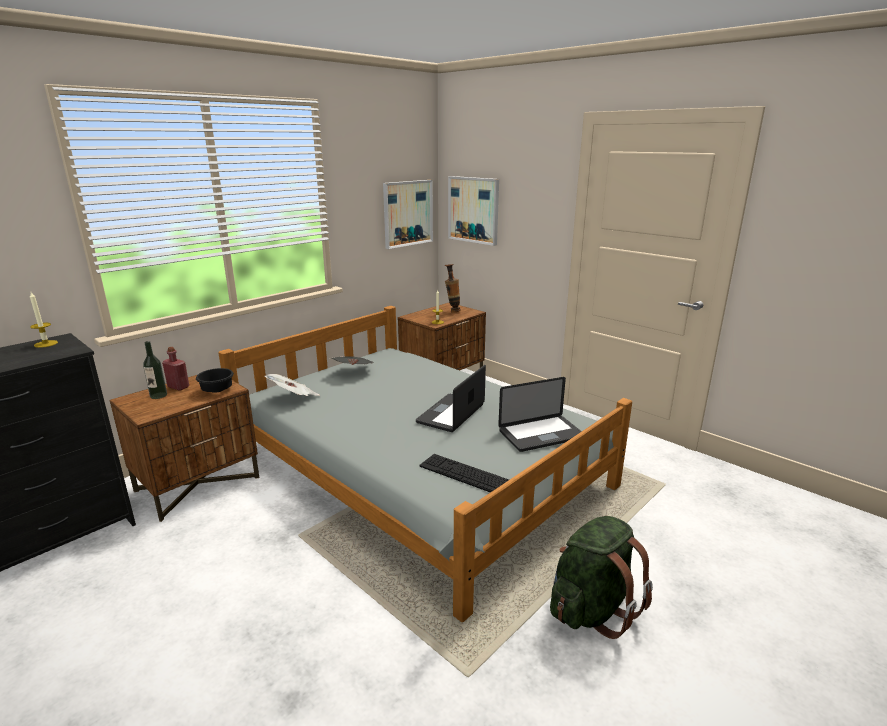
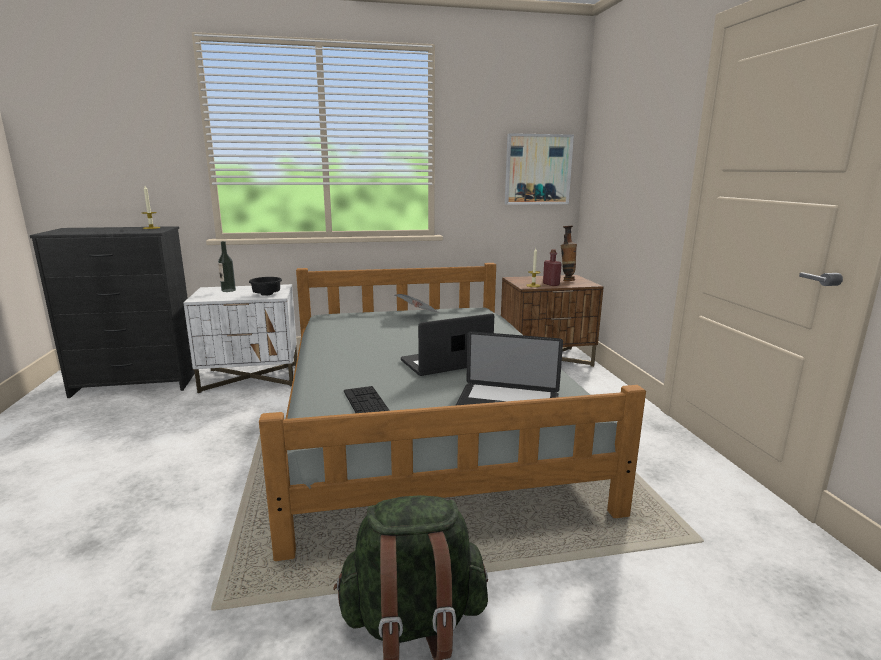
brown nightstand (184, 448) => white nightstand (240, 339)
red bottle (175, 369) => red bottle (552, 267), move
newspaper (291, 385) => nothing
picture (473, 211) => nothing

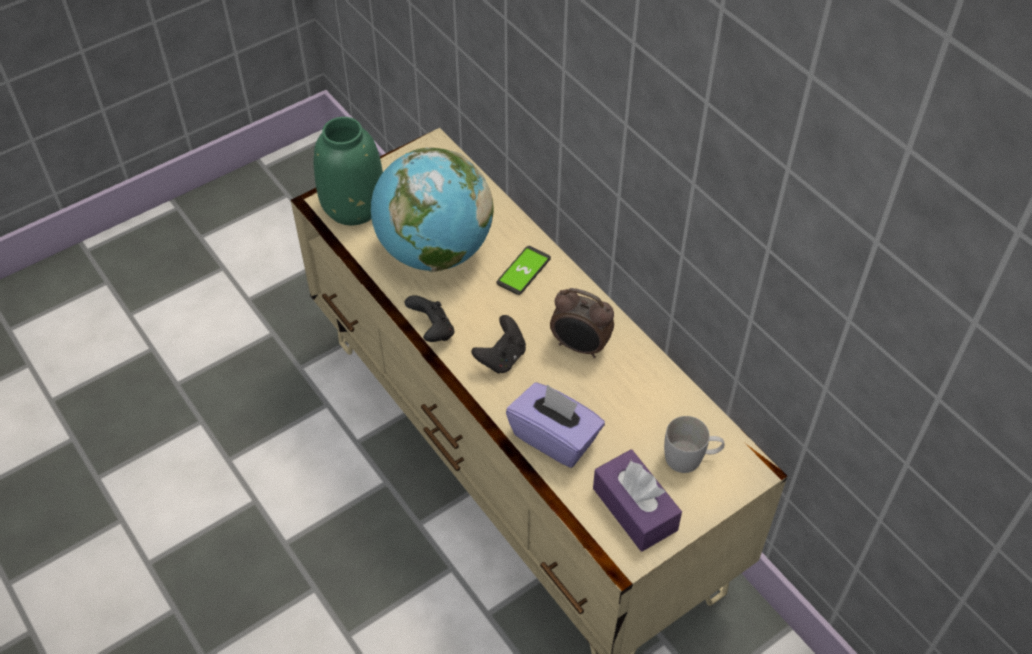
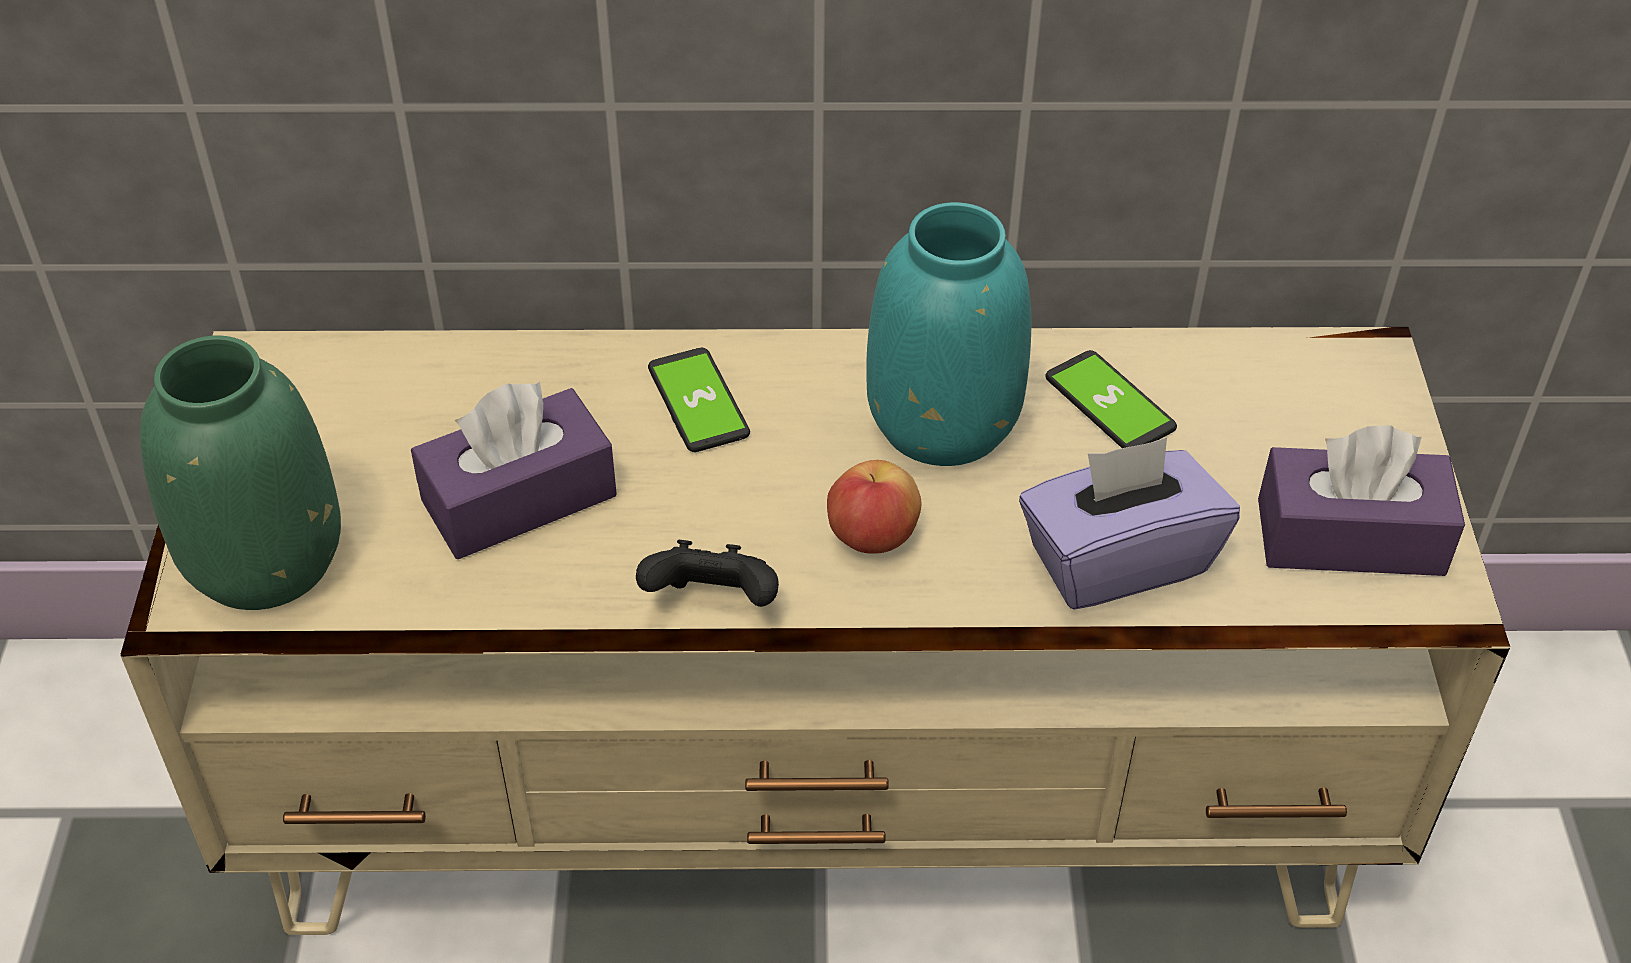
globe (432, 209) => purple tissue box (514, 470)
black game controller (499, 344) => apple (874, 507)
alarm clock (582, 323) => turquoise vase (949, 334)
white mug (694, 444) => nothing
nothing => phone (1111, 399)

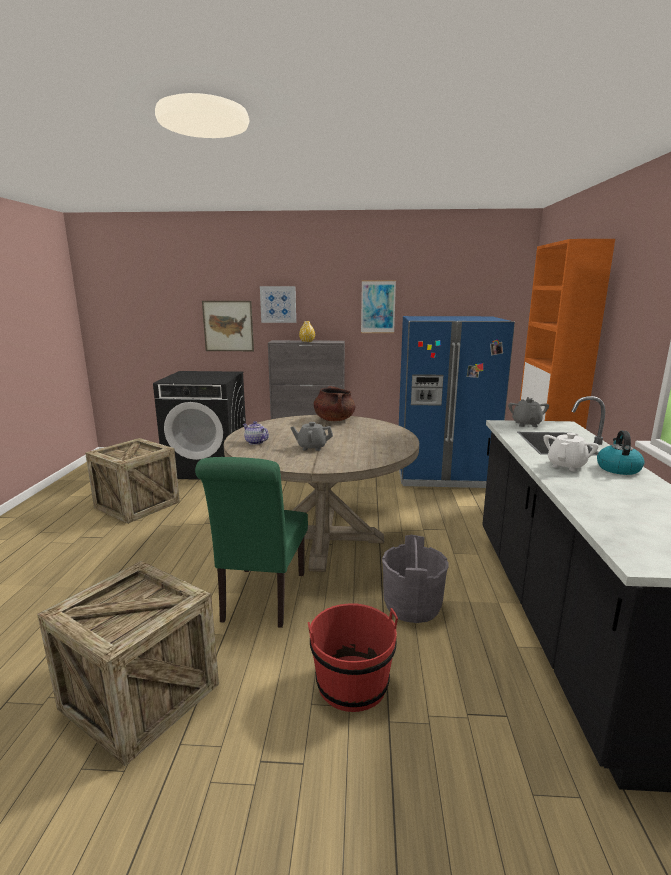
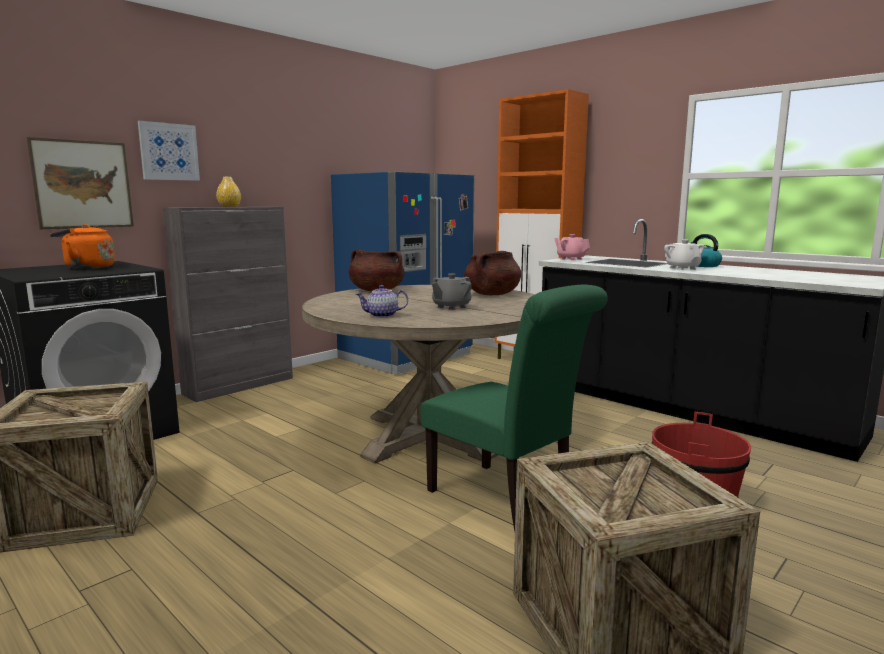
picture (378, 306) => nothing
grey bucket (415, 579) => nothing
grey teapot (528, 413) => pink teapot (572, 247)
nothing => orange kettle (82, 246)
nothing => brown cooking pot (492, 273)

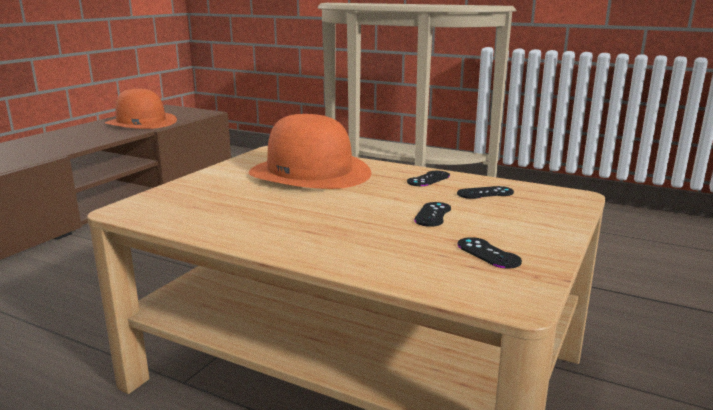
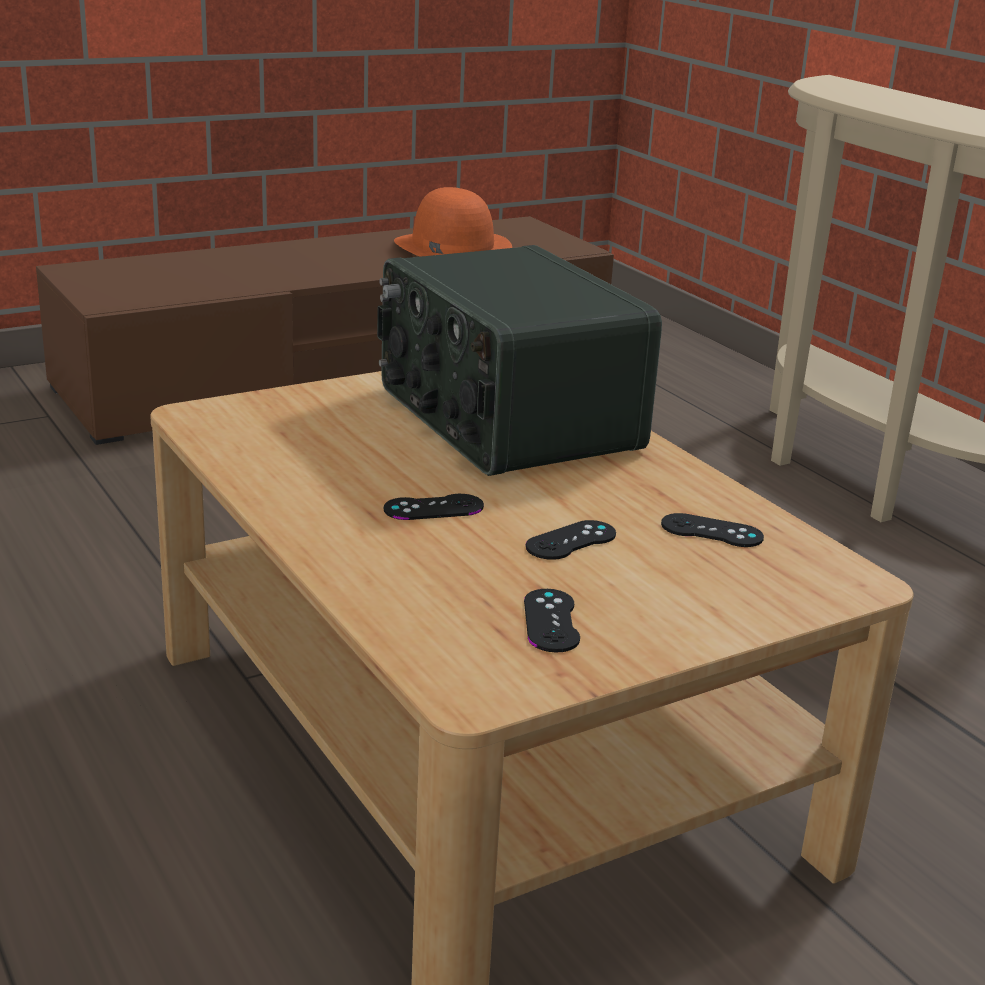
orange hat (310, 151) => radio (519, 360)
black game controller (428, 178) => black game controller (434, 507), move

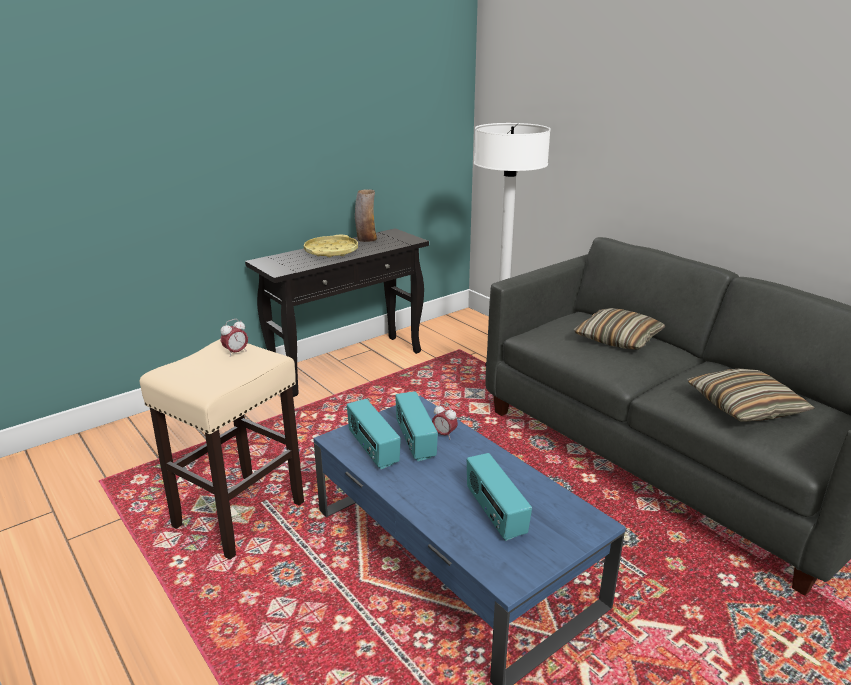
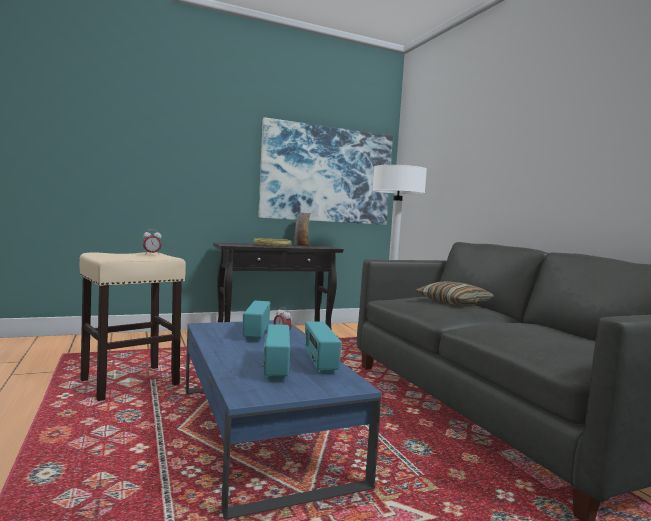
radio (374, 434) => radio (323, 347), move
pillow (751, 395) => nothing
nothing => picture (325, 171)

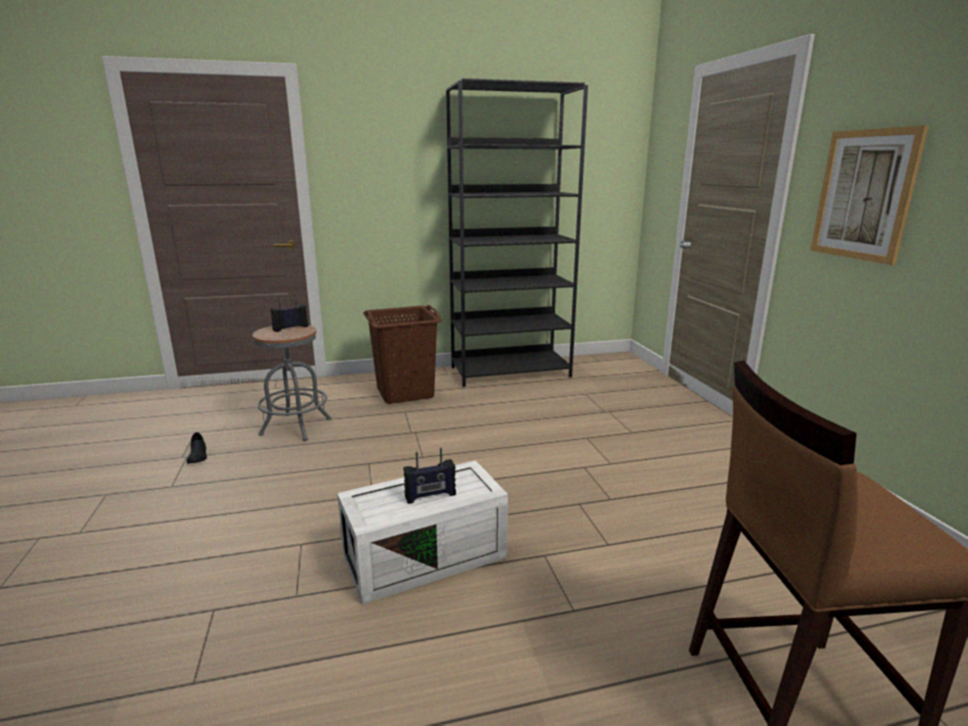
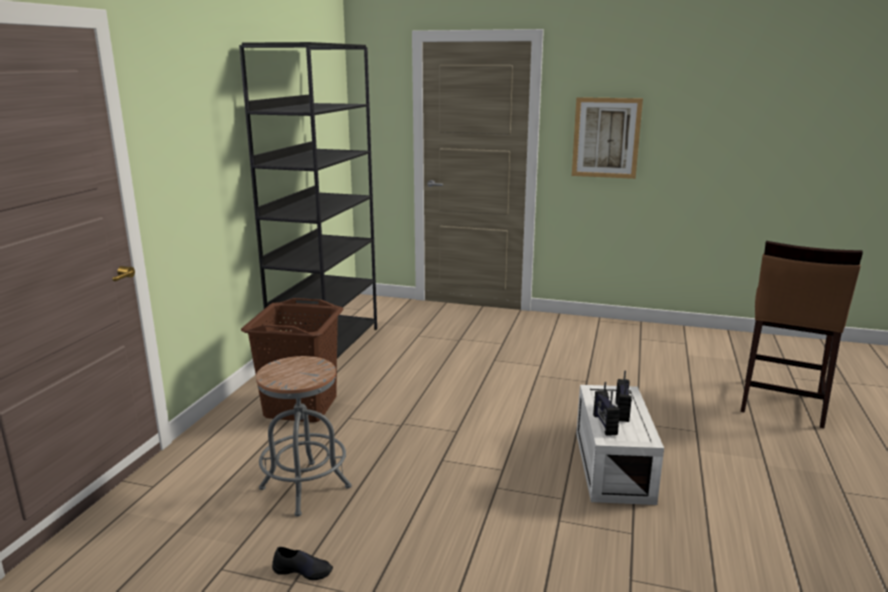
radio (289, 313) => radio (606, 409), move

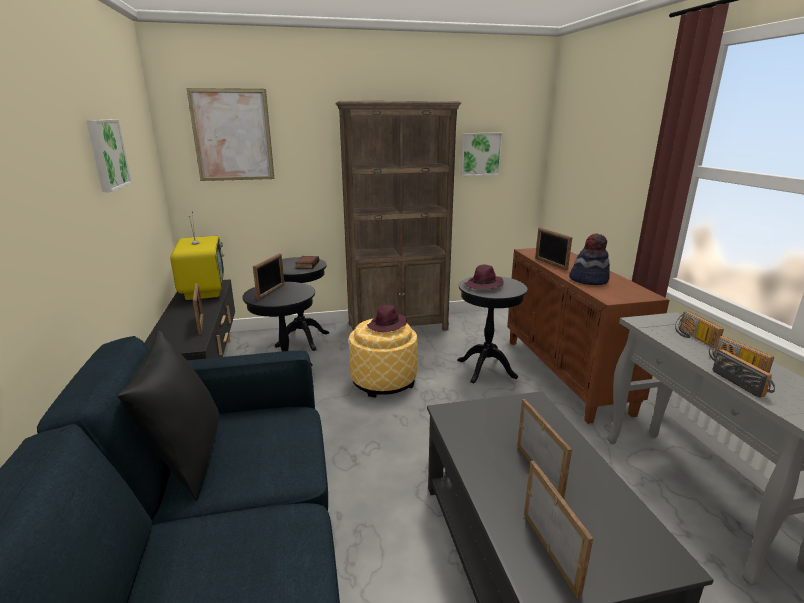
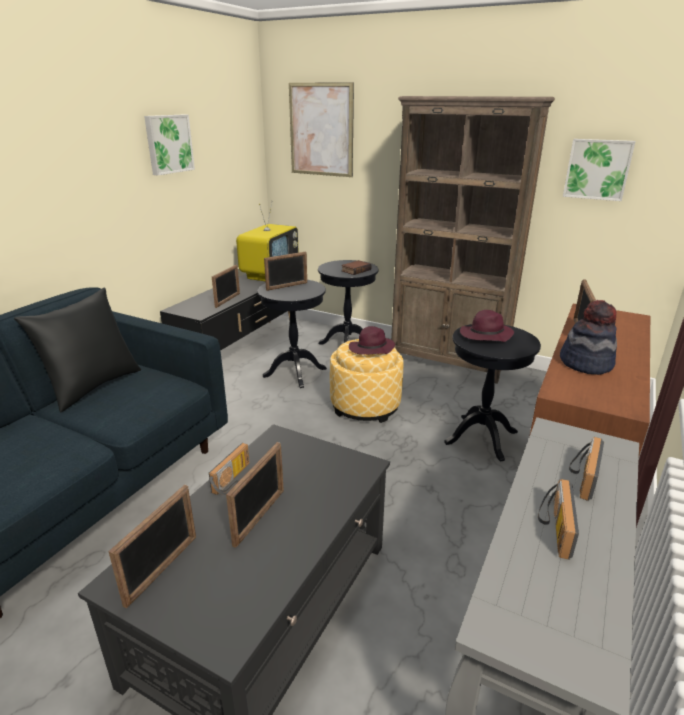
radio (743, 373) => radio (229, 469), move

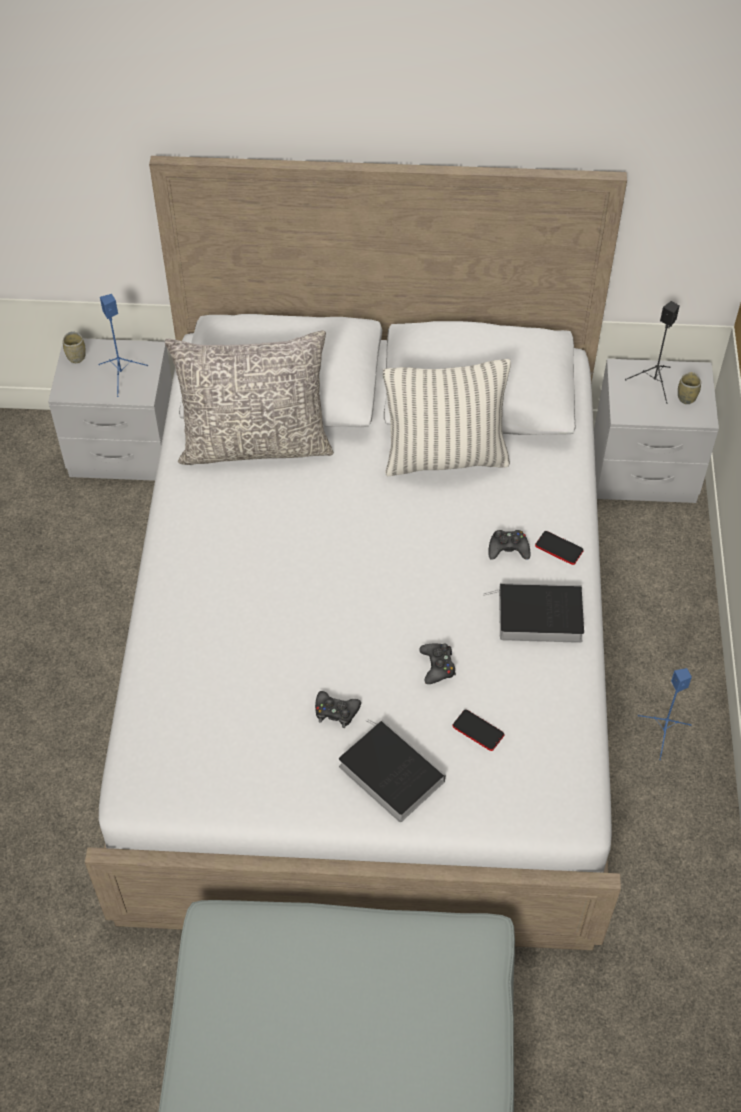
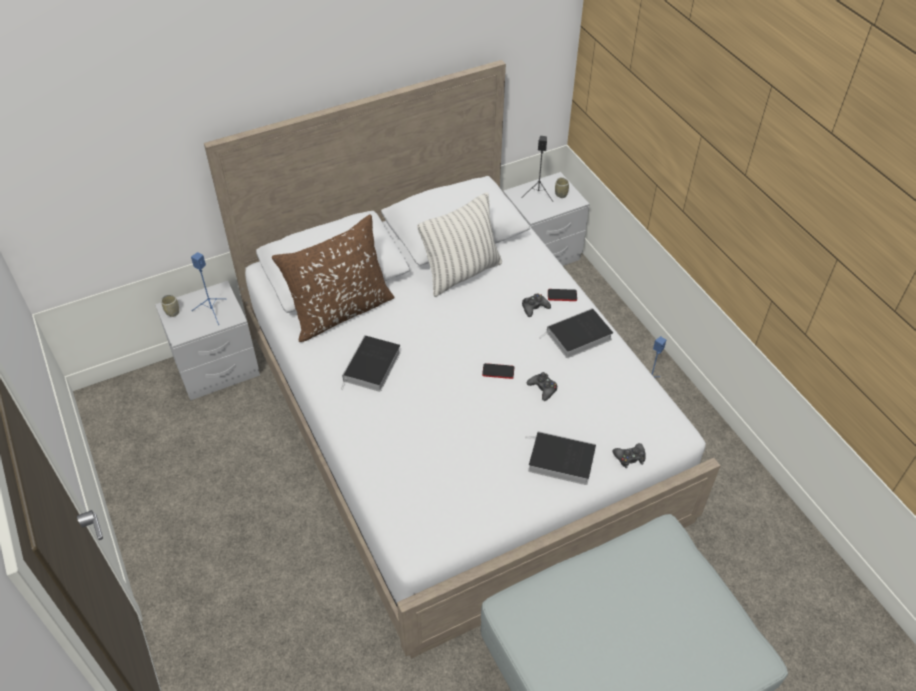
grey pillow (249, 397) => brown pillow (333, 278)
black game controller (338, 709) => black game controller (629, 455), move
phone (478, 730) => phone (498, 371), move
nothing => book (371, 363)

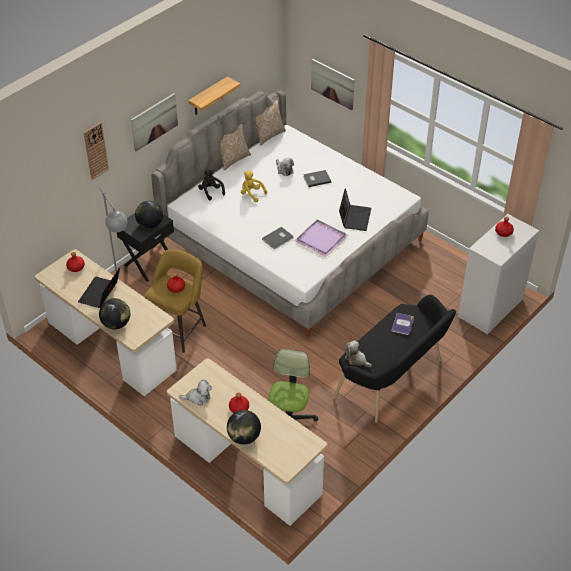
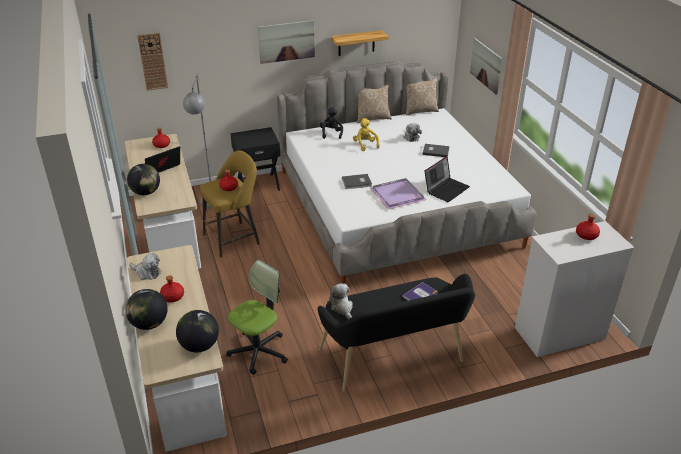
wall clock (96, 151) => wall clock (152, 62), move
globe (149, 215) => globe (197, 331), move

